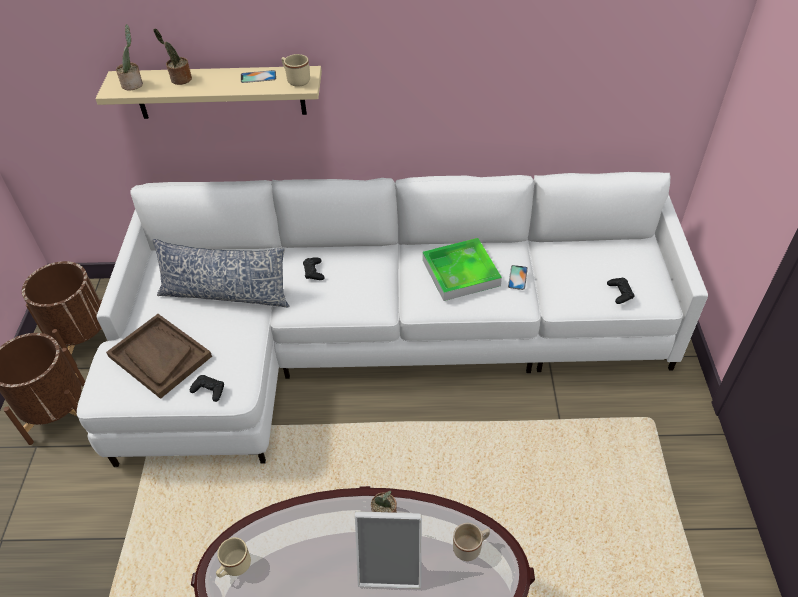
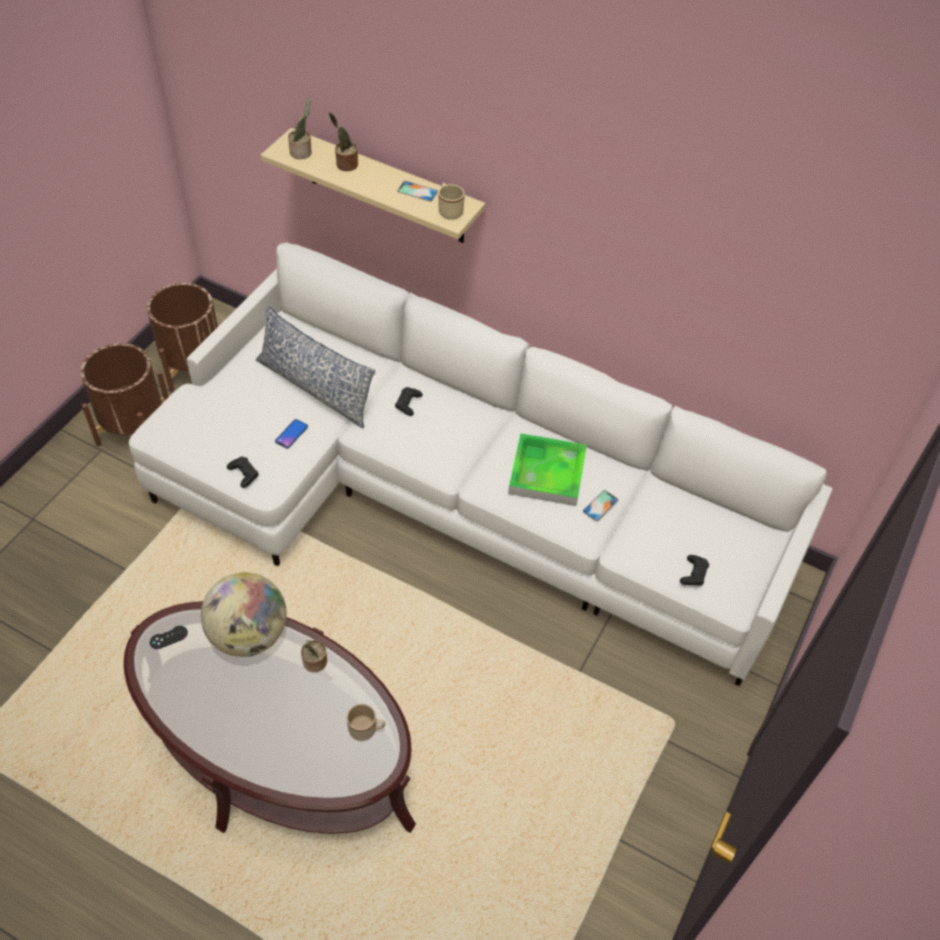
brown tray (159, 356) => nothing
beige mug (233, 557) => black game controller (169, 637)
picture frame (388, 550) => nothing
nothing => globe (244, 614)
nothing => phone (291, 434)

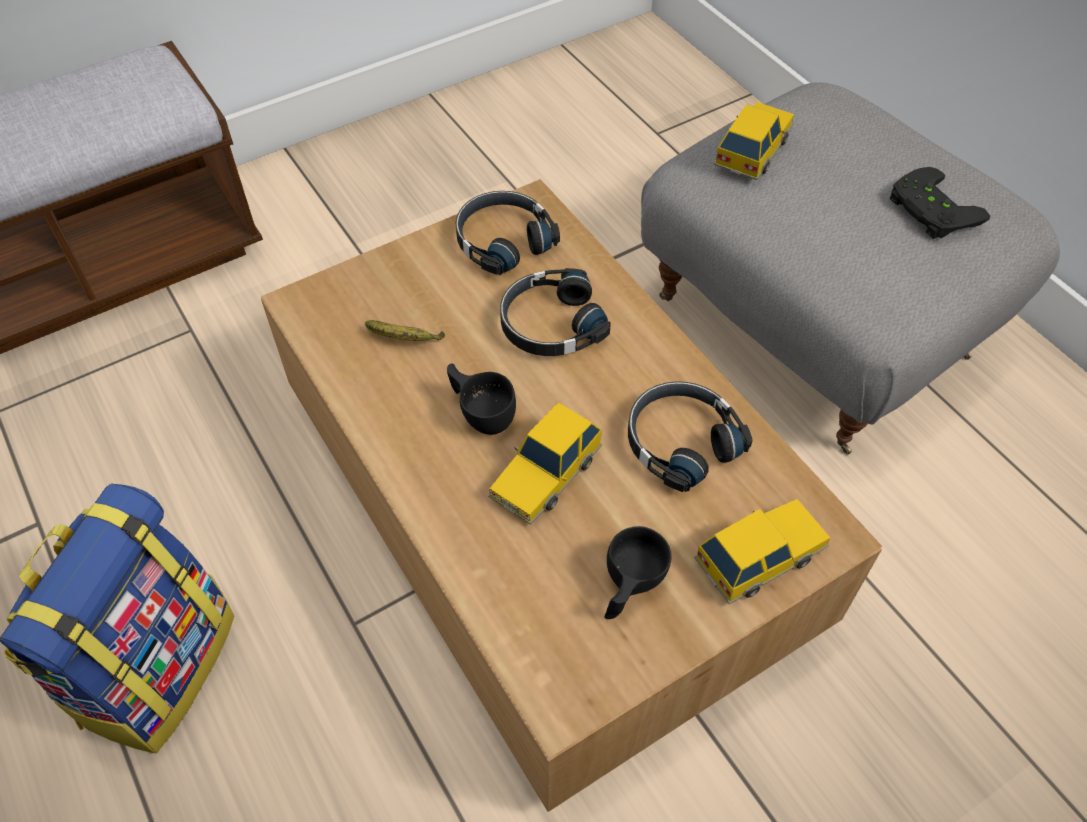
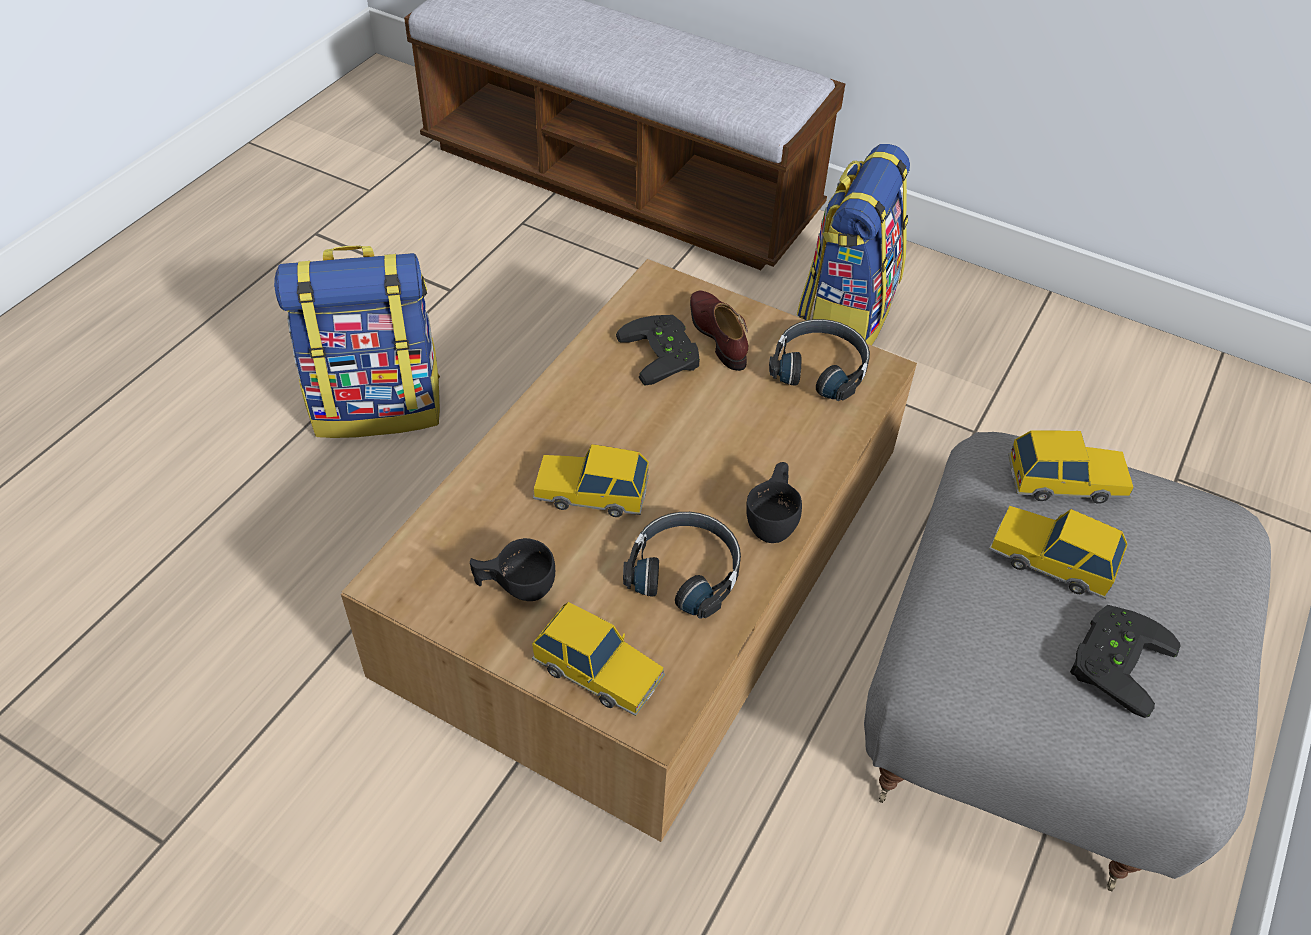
banana (405, 330) => black game controller (658, 350)
black cup (481, 399) => black cup (774, 502), move
black headphones (555, 312) => nothing
nothing => brown shoe (719, 330)
nothing => backpack (853, 244)
nothing => toy car (1058, 552)

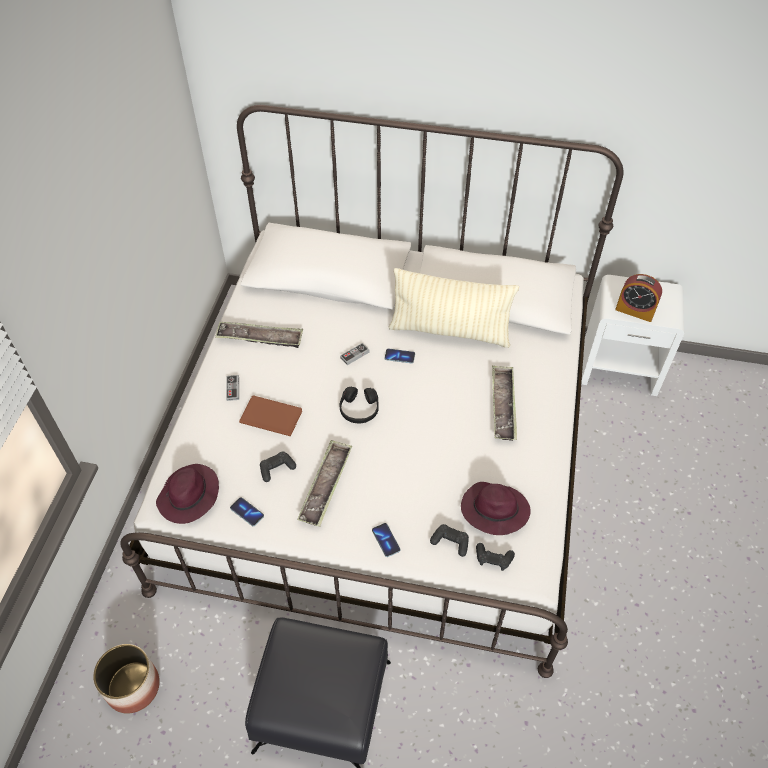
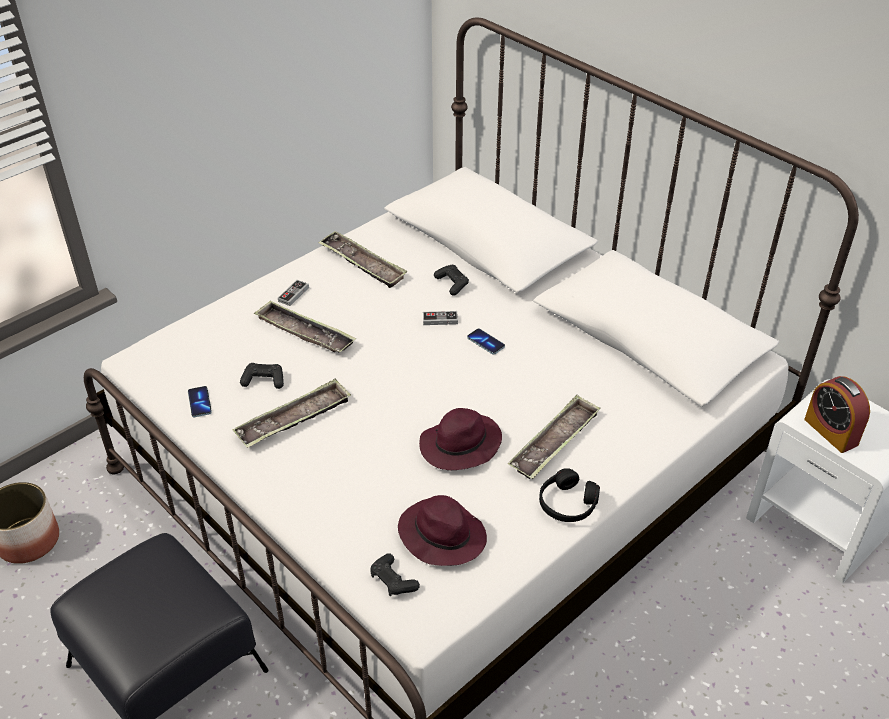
purple hat (187, 494) => purple hat (460, 439), move
brown book (270, 415) => tray (305, 326)
black headphones (359, 405) => black headphones (569, 495), move
phone (386, 540) => nothing
beige pillow (454, 308) => nothing
black game controller (449, 540) => black game controller (451, 280), move

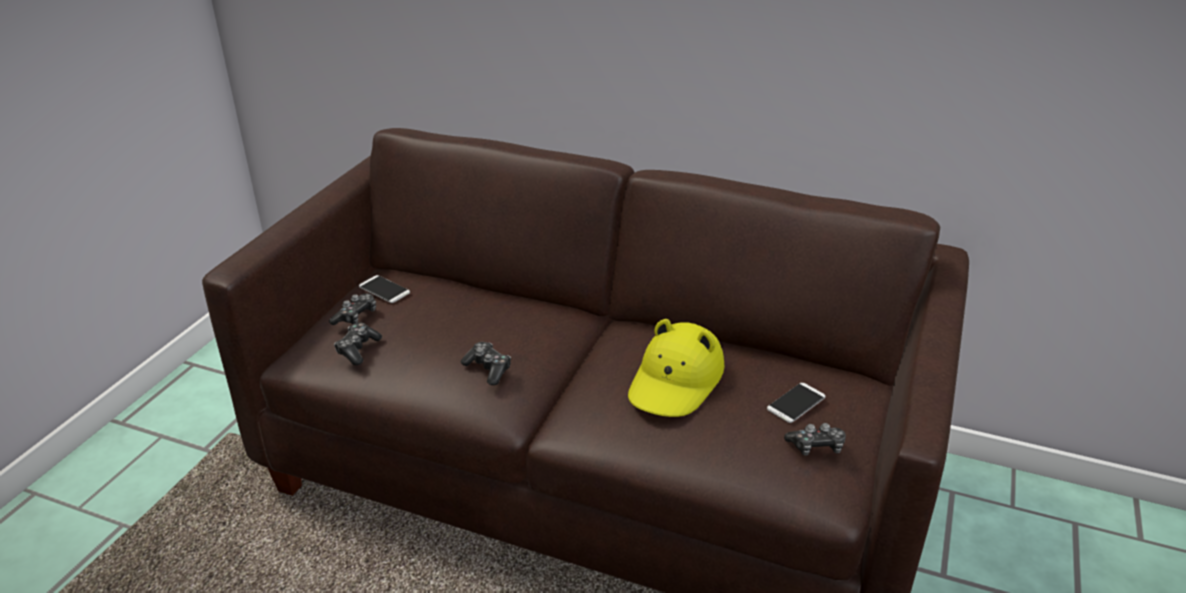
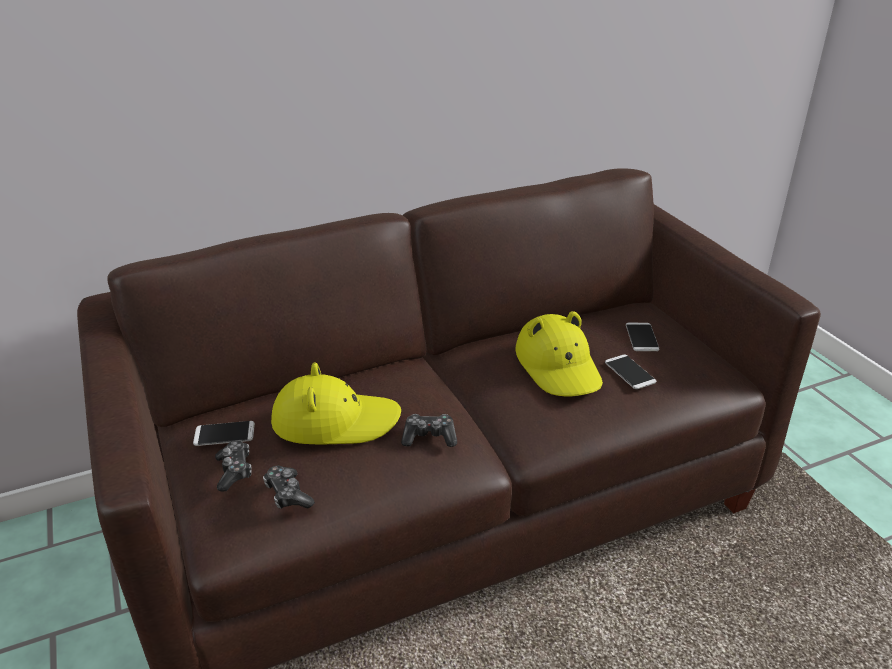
game controller (815, 439) => nothing
nothing => yellow hat (336, 403)
nothing => phone (630, 372)

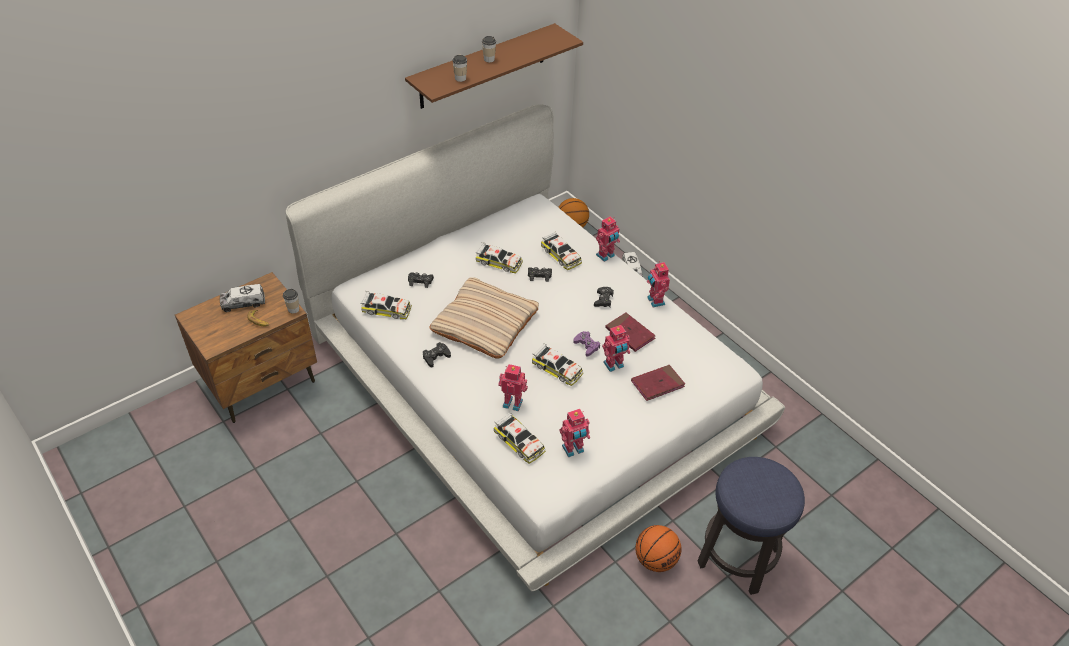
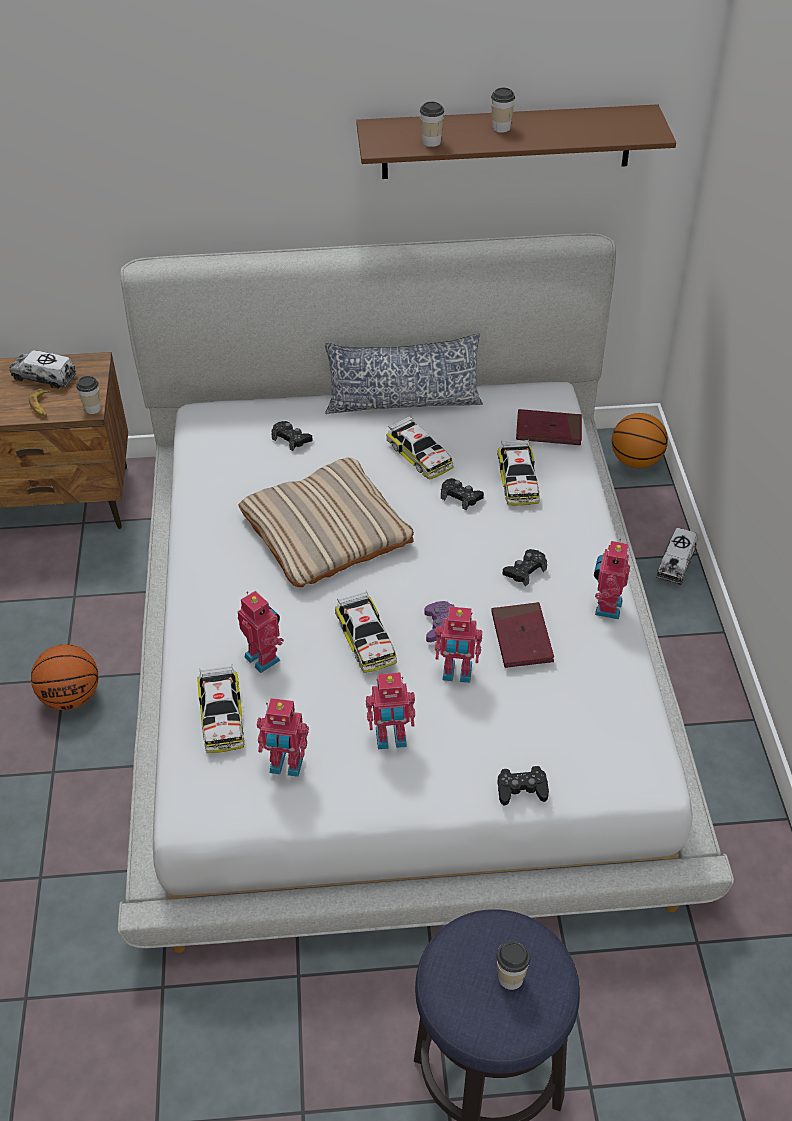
toy car (386, 305) => nothing
black game controller (437, 354) => black game controller (523, 785), move
toy robot (608, 239) => toy robot (390, 710), move
red book (658, 383) => red book (549, 427), move
basketball (658, 548) => basketball (65, 677), move
nothing => pillow (404, 374)
nothing => cup (513, 965)

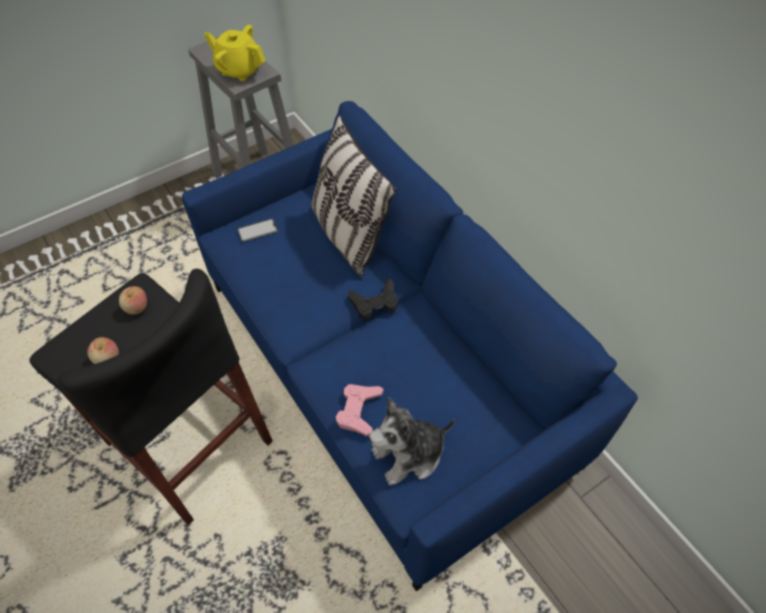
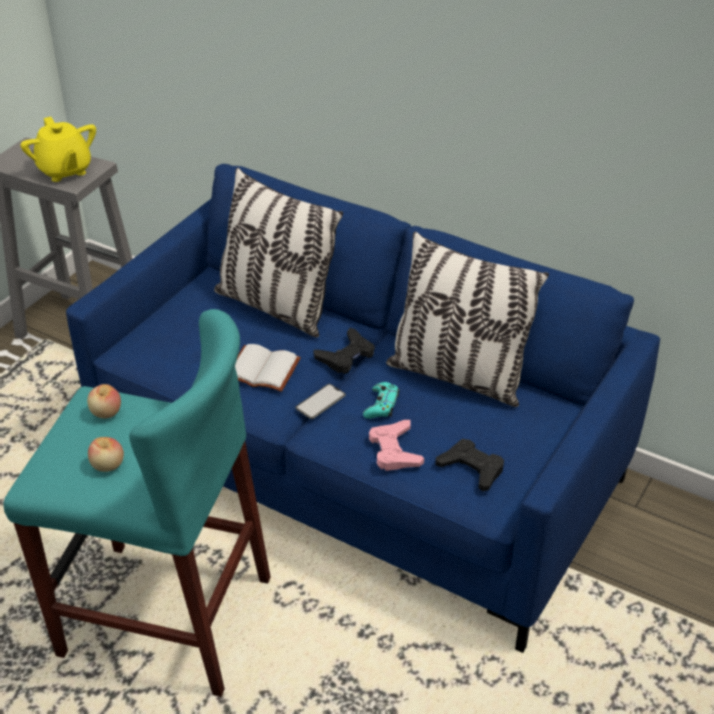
black stool (151, 397) => turquoise stool (137, 503)
yellow teapot (235, 53) => yellow teapot (58, 149), 120 degrees counterclockwise
phone (257, 230) => phone (321, 401), move
plush toy (412, 441) => black game controller (469, 465)
nothing => white book (268, 368)
nothing => turquoise game controller (381, 400)
nothing => pillow (467, 319)

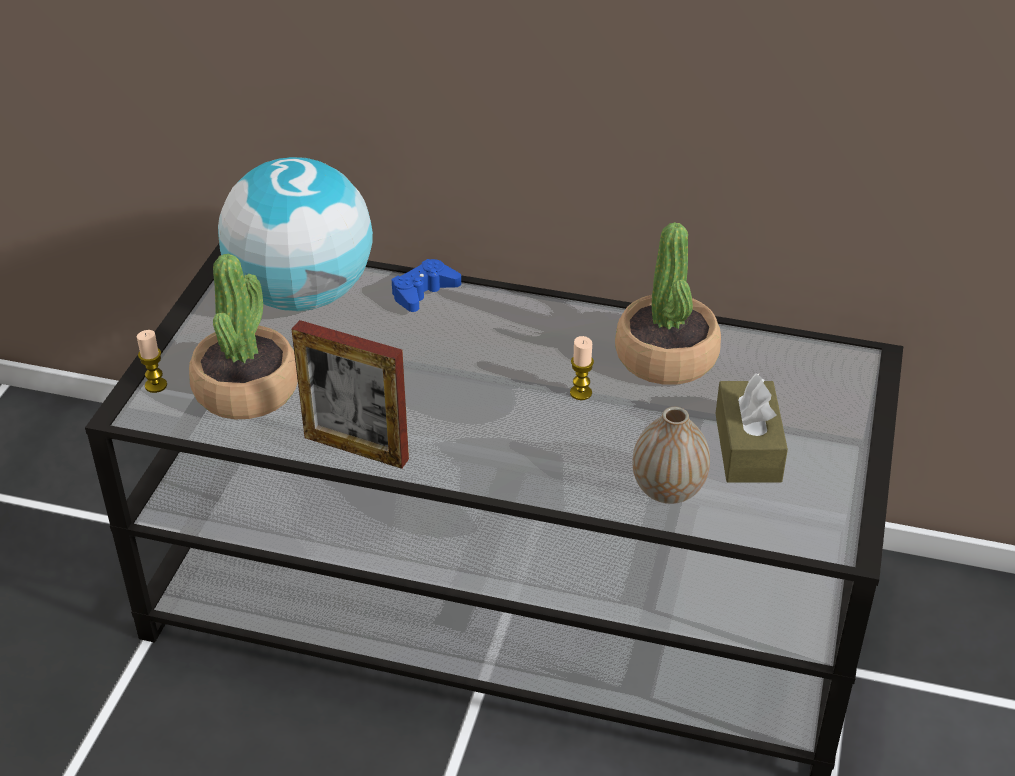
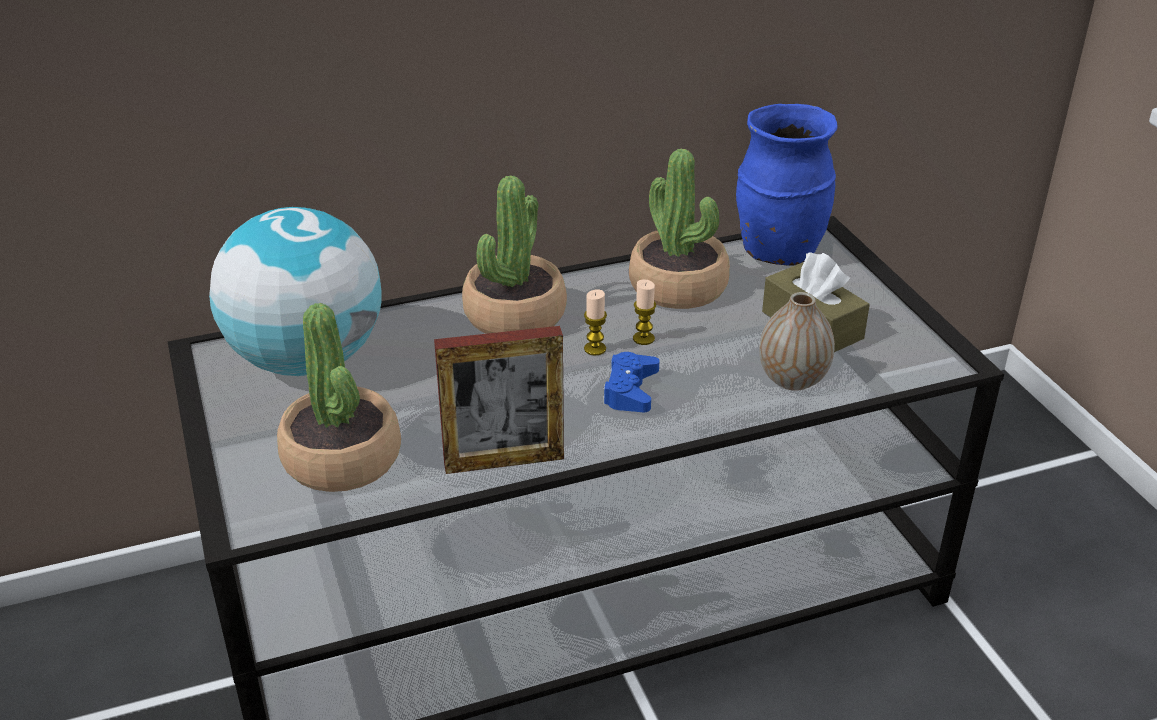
candle (152, 361) => candle (595, 322), move
blue game controller (426, 285) => blue game controller (631, 382), move
nothing => potted plant (514, 254)
nothing => blue vase (787, 185)

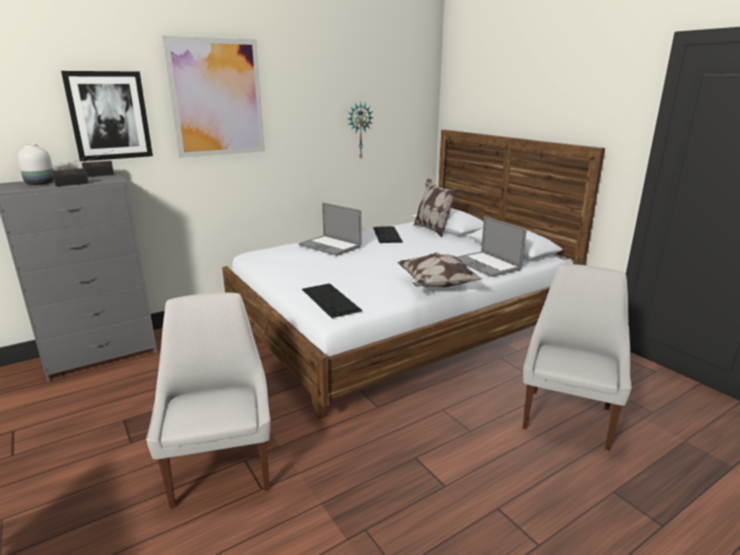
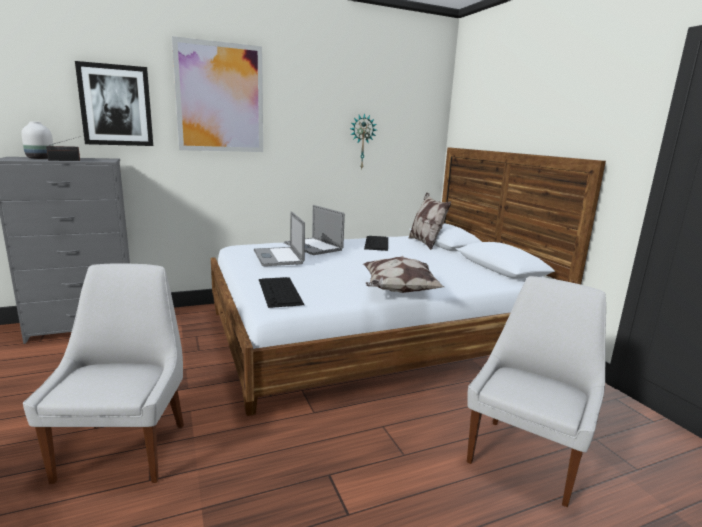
radio (98, 163) => nothing
laptop (491, 246) => laptop (279, 238), move

